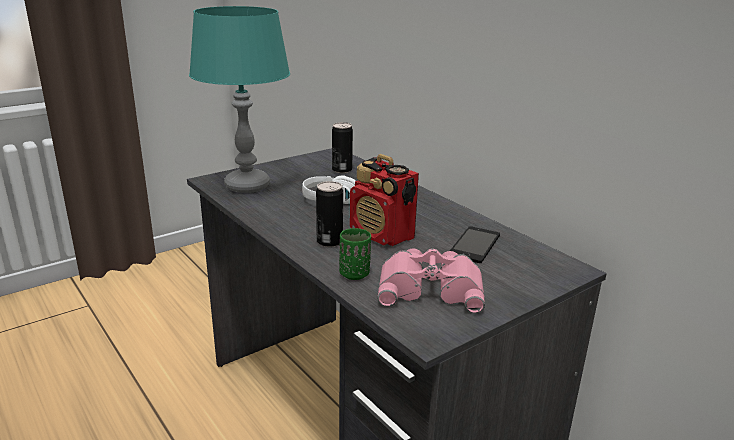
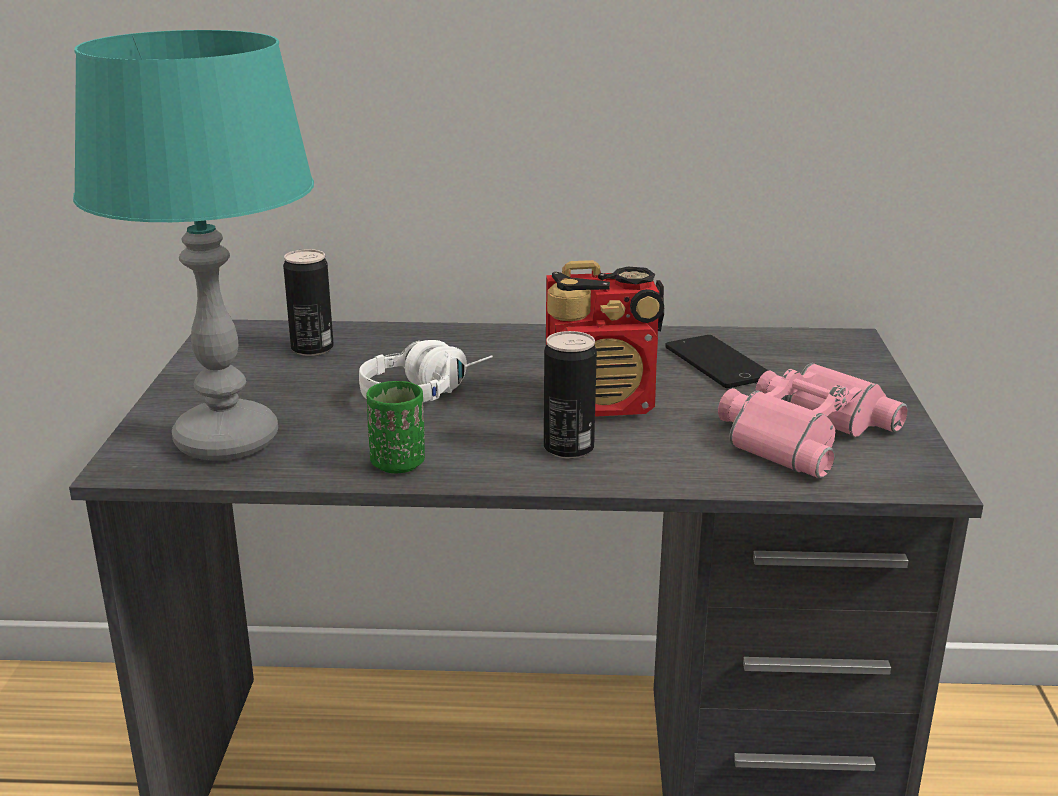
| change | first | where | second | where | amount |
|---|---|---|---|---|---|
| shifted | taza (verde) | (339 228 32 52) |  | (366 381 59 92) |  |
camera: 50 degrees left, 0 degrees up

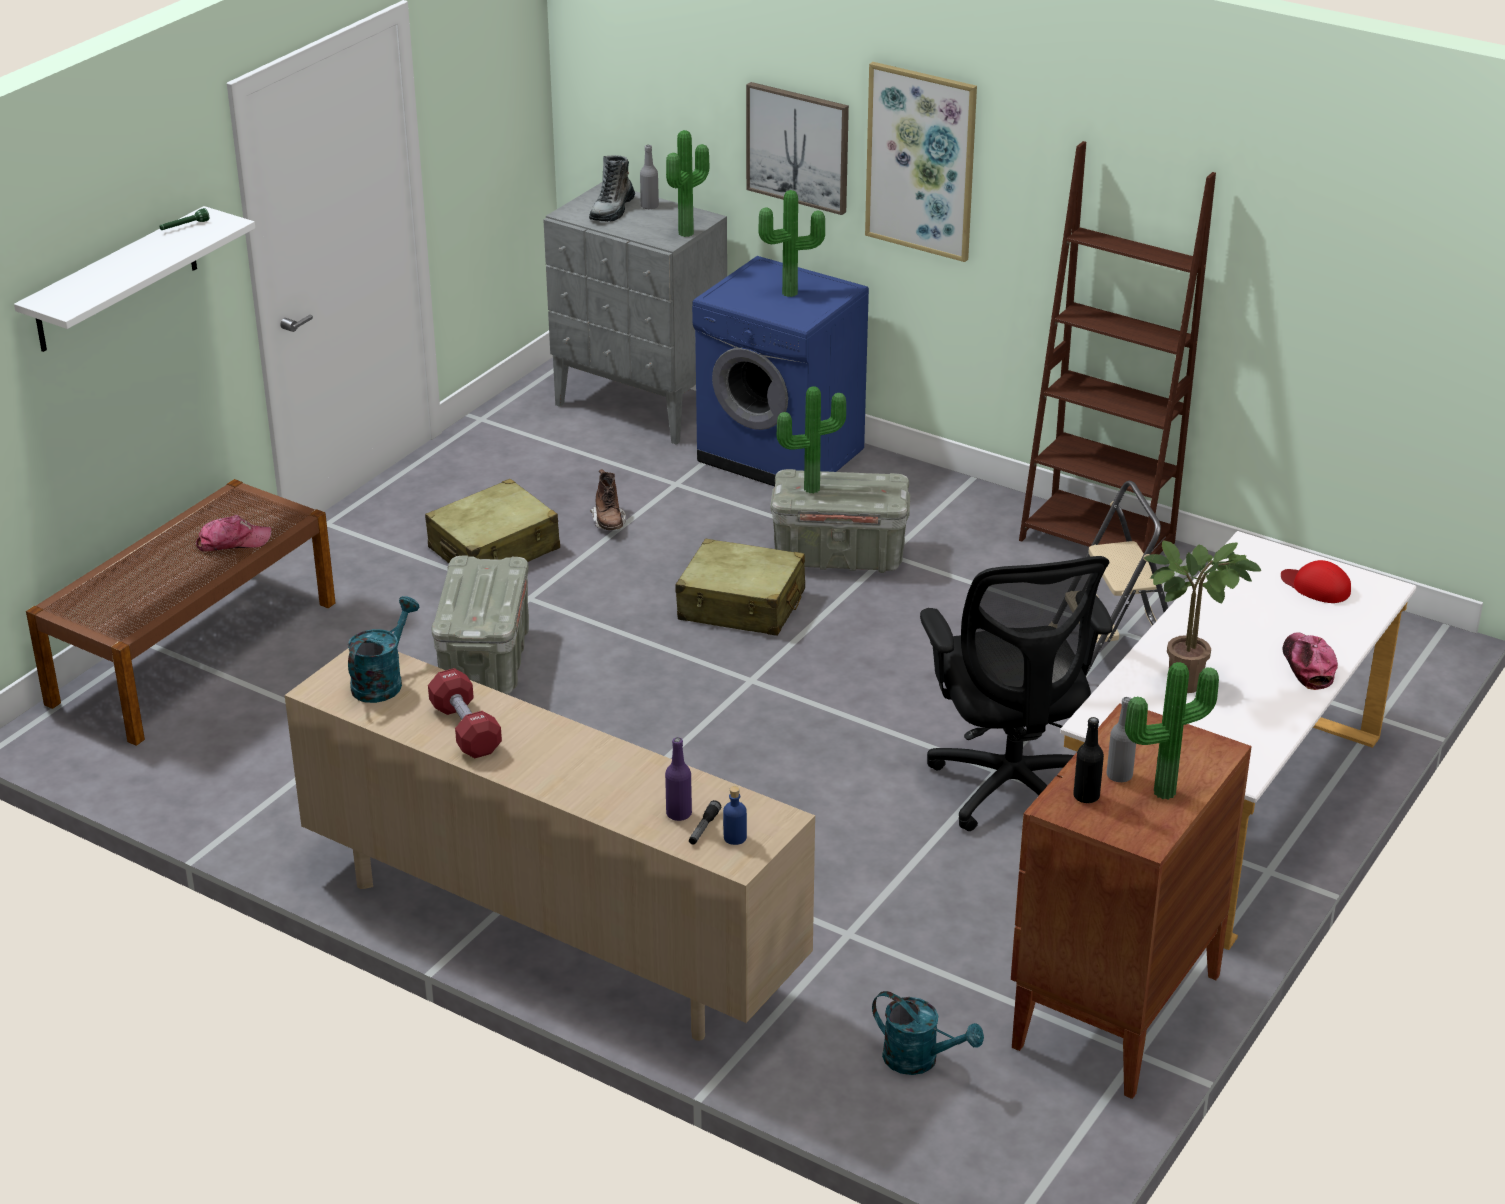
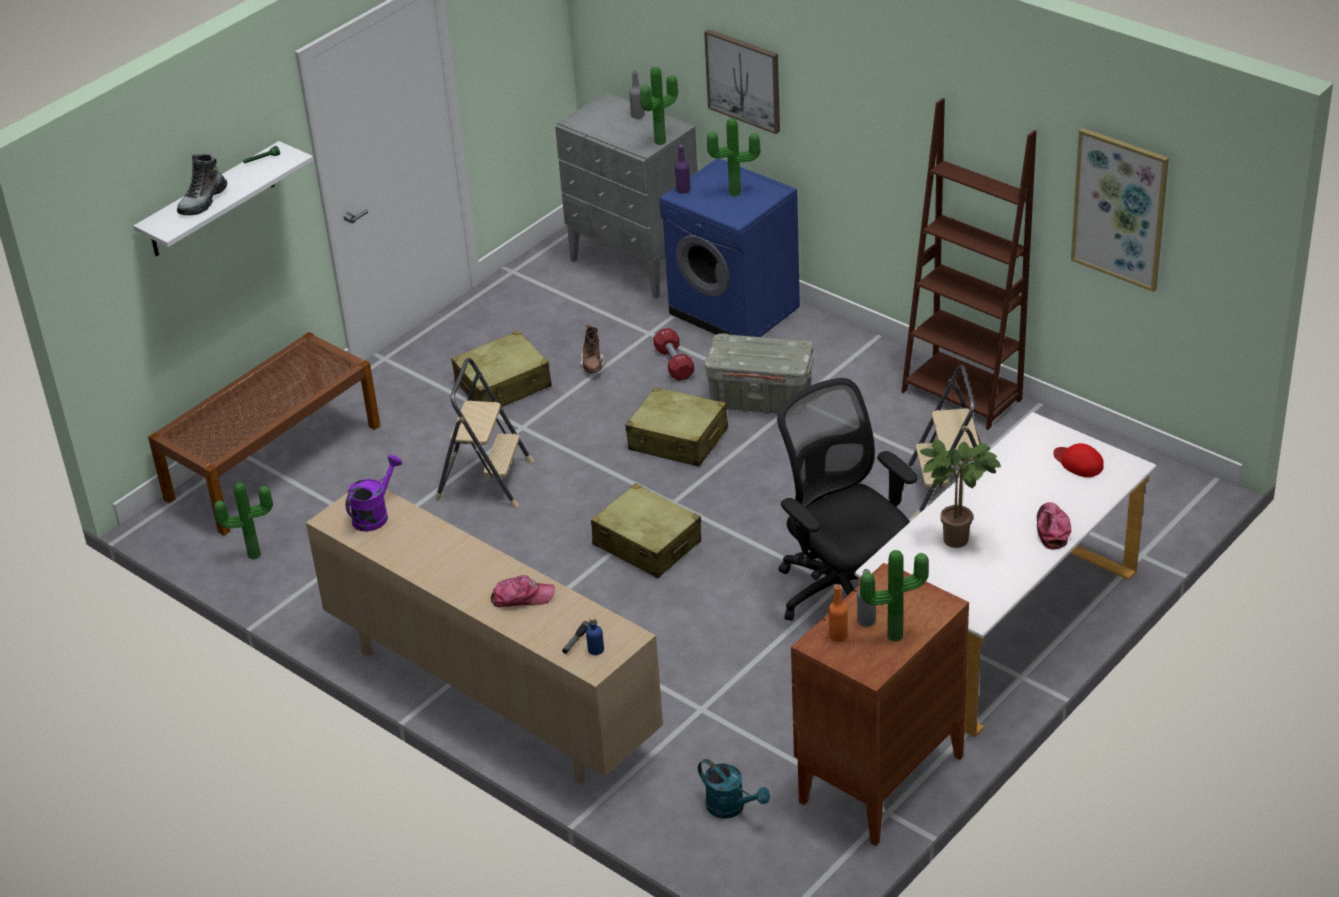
| change | first | where | second | where | amount |
|---|---|---|---|---|---|
| new |  |  | maleta (beis) | (591 483 110 95) |  |
| shifted | gorra | (196 515 76 37) |  | (491 575 64 32) |  |
| shifted | mancuerna (rojo) | (428 668 74 90) |  | (653 328 41 53) |  |
| shifted | bota | (589 155 46 67) |  | (177 154 50 61) |  |
| shifted | botella (morado) | (665 737 27 84) |  | (675 145 15 49) |  |
| shifted | planta en maceta | (777 386 69 107) |  | (214 483 59 77) |  |
| shifted | cuadro | (865 62 112 200) |  | (1071 128 98 164) |  |
| swapped | caja de almacenaje (gris) | (432 555 97 139) | escalera de tijera (beis) | (436 358 99 150) |  |
| repainted | regadera (turquesa) | (348 596 71 107) | regadera (morado) | (346 455 56 77) |  |
| repainted | botella (negro) | (1073 717 31 87) | botella (naranja) | (829 584 19 58) |  |
| rotated | silla de oficina (negro) | (920 556 192 275) |  | (777 378 141 242) | 150 degrees clockwise |
camera: 10 degrees right, 5 degrees up

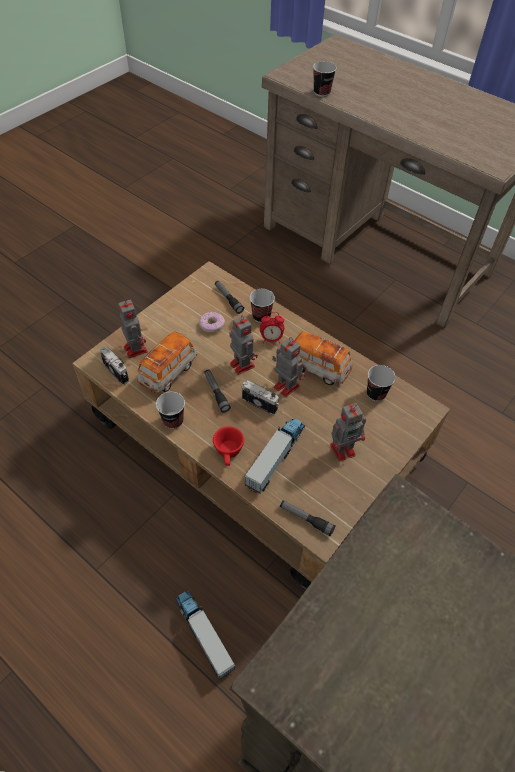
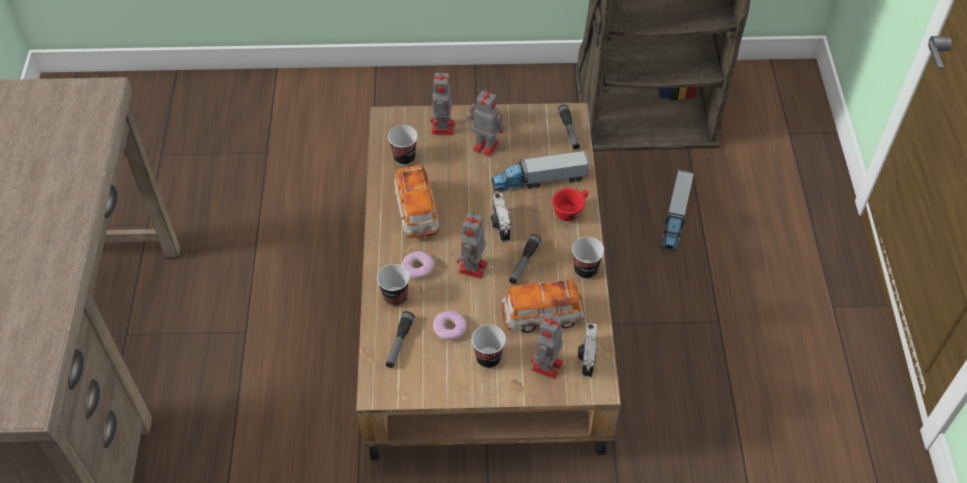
| change | first | where | second | where | amount |
|---|---|---|---|---|---|
| shifted | robot de juguete | (272 337 33 60) |  | (431 71 24 64) |  |
| shifted | taza | (313 61 23 36) |  | (472 325 34 43) |  |
| swapped | despertador | (260 312 24 31) | rosquilla | (402 251 32 29) |  |
camera: 130 degrees left, 0 degrees up

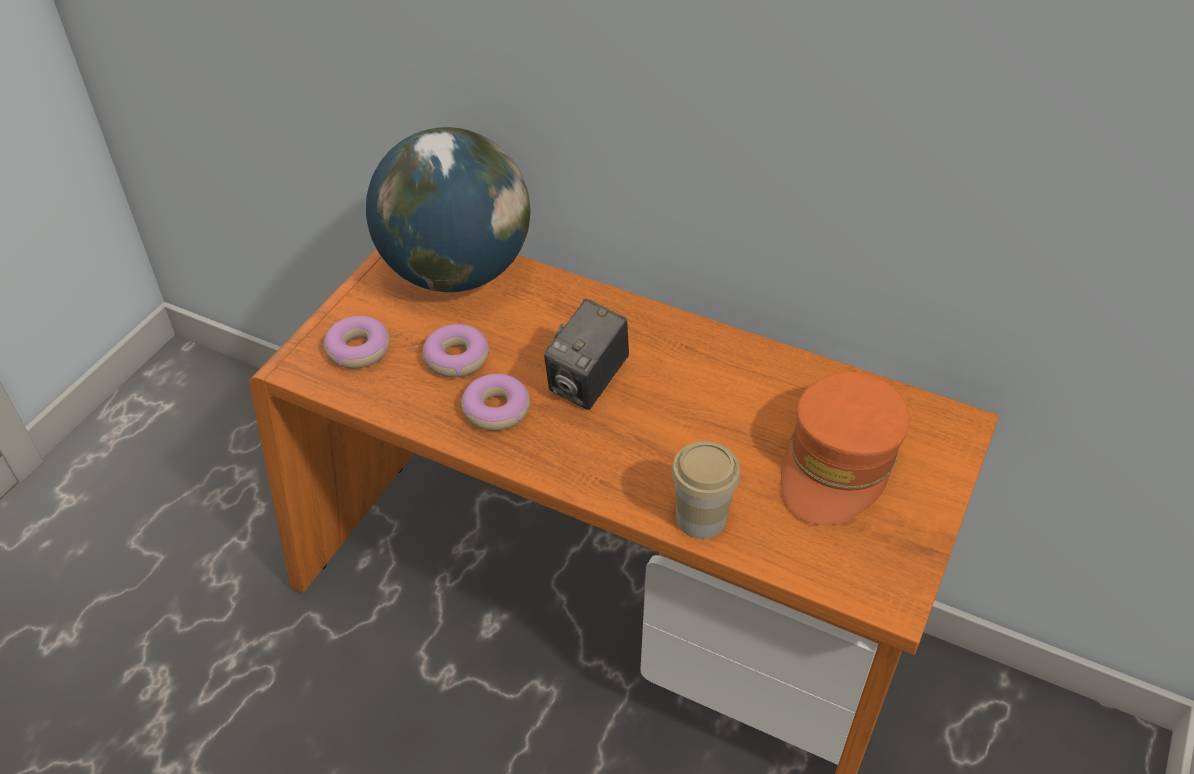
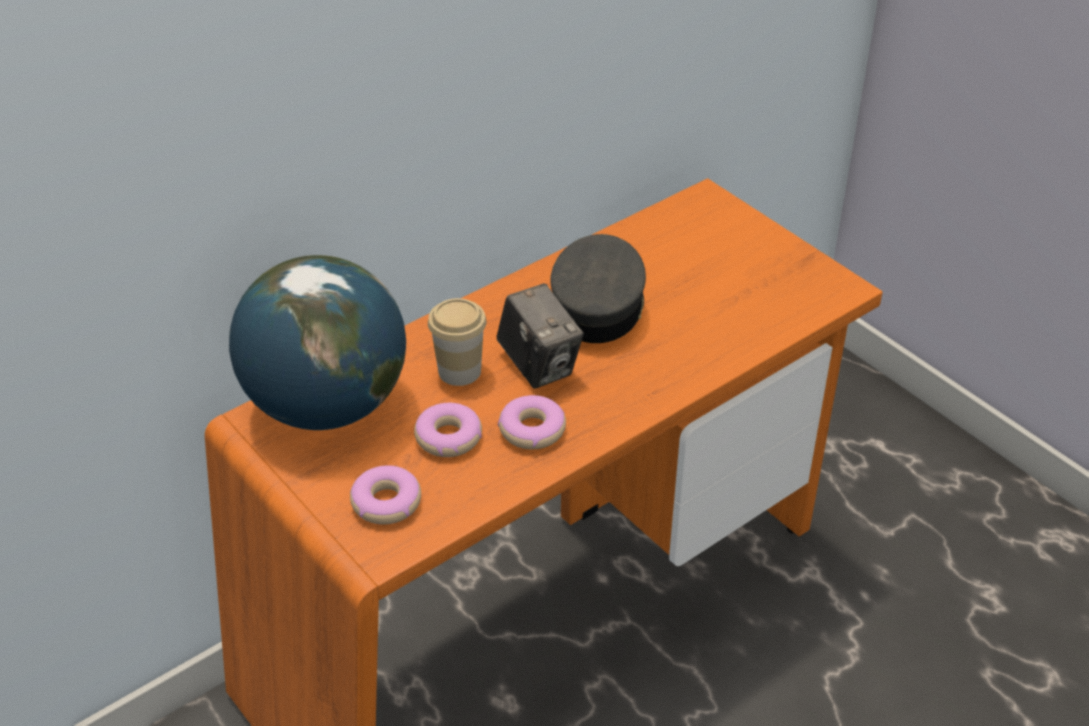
| change | first | where | second | where | amount |
|---|---|---|---|---|---|
| gone | gorra (naranja) | (781 372 129 154) |  |  |  |
| new |  |  | gorra (gris) | (551 234 95 109) |  |
| shifted | taza | (671 442 70 97) |  | (428 298 59 88) |  |
camera: 65 degrees left, 5 degrees down

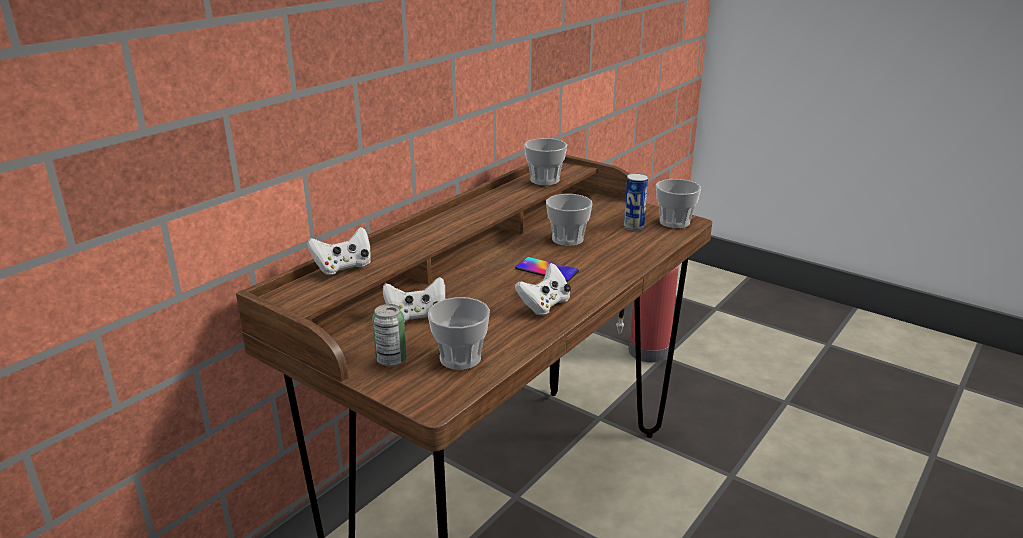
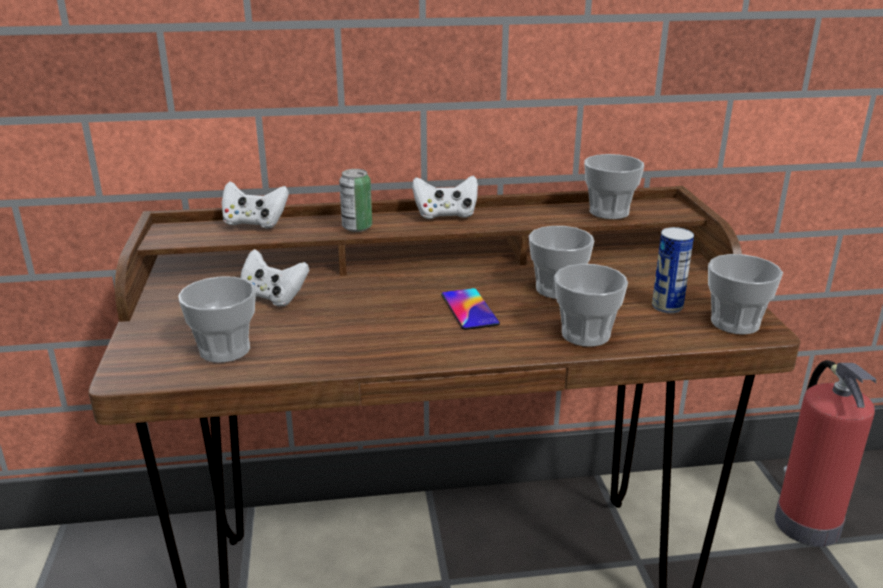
| change | first | where | second | where | amount |
|---|---|---|---|---|---|
| new |  |  | taza | (554 264 74 83) |  |
| shifted | lata | (372 304 35 63) |  | (339 169 33 63) |  |
| shifted | mando de consola (blanco) | (515 263 56 52) |  | (412 175 66 44) |  |
camera: 45 degrees right, 0 degrees up

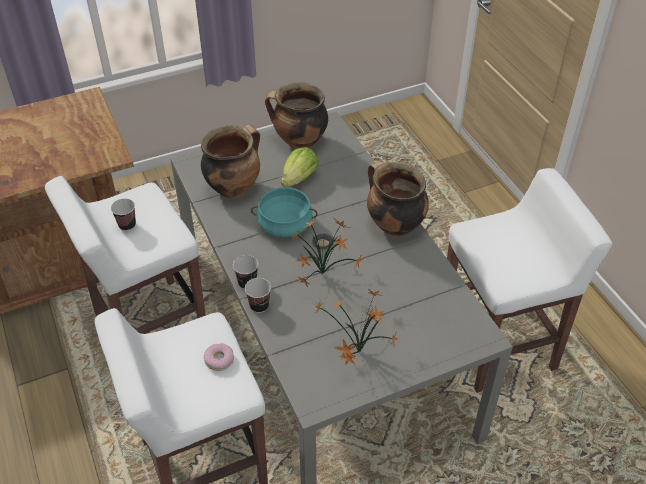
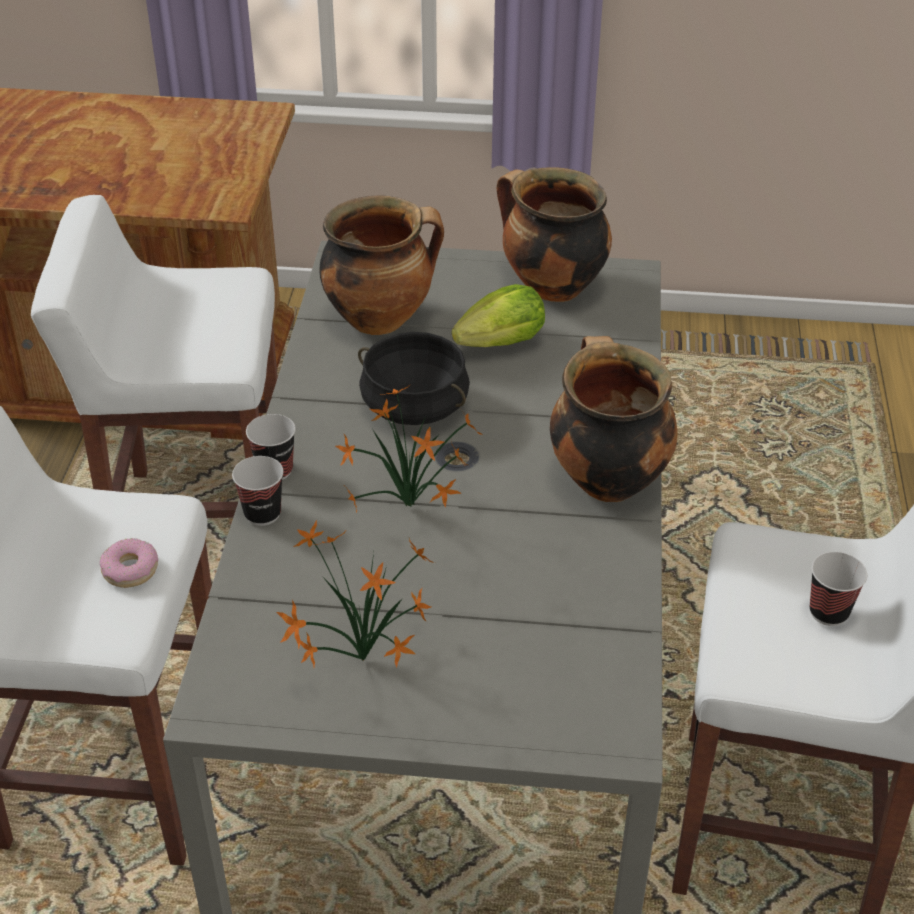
| change | first | where | second | where | amount |
|---|---|---|---|---|---|
| shifted | taza | (111 198 25 33) |  | (810 552 57 74) |  |
| repainted | olla (turquesa) | (251 187 67 50) | olla (negro) | (358 332 112 93) |  |
camera: 30 degrees right, 5 degrees down

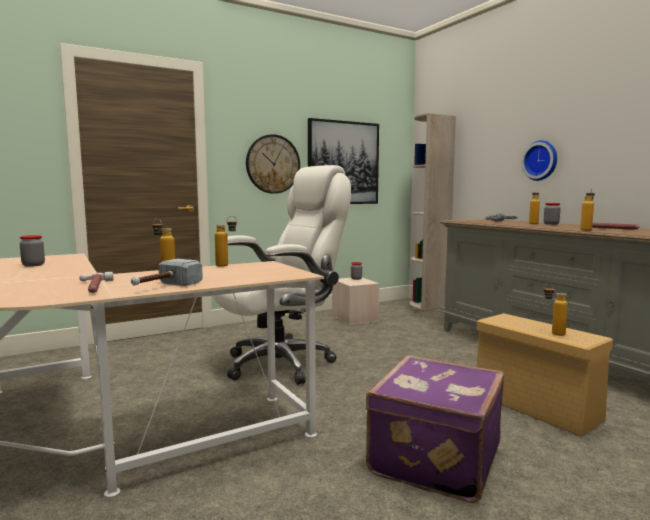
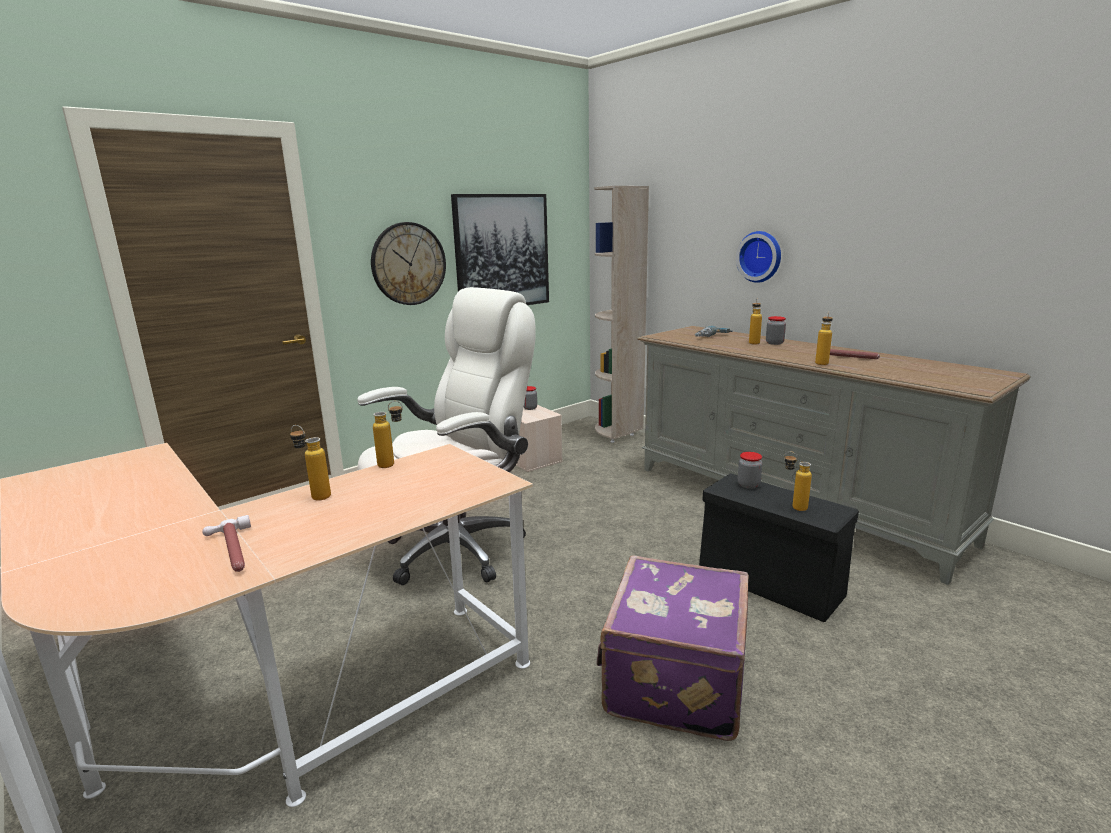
| change | first | where | second | where | amount |
|---|---|---|---|---|---|
| gone | martillo | (131 259 72 27) |  |  |  |
| shifted | tarro | (20 235 25 32) |  | (738 452 24 37) |  |
| repainted | caja de almacenaje (beis) | (476 313 137 123) | caja de almacenaje (negro) | (699 473 160 149) |  |
camera: 10 degrees left, 10 degrees up

